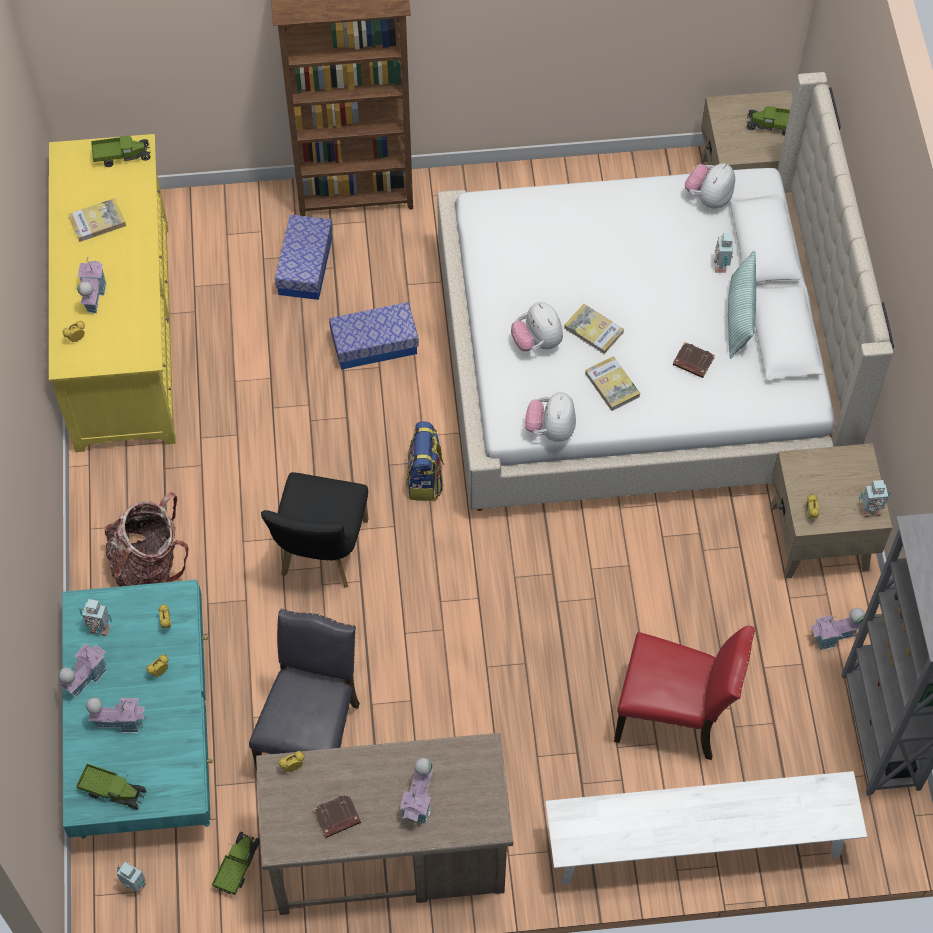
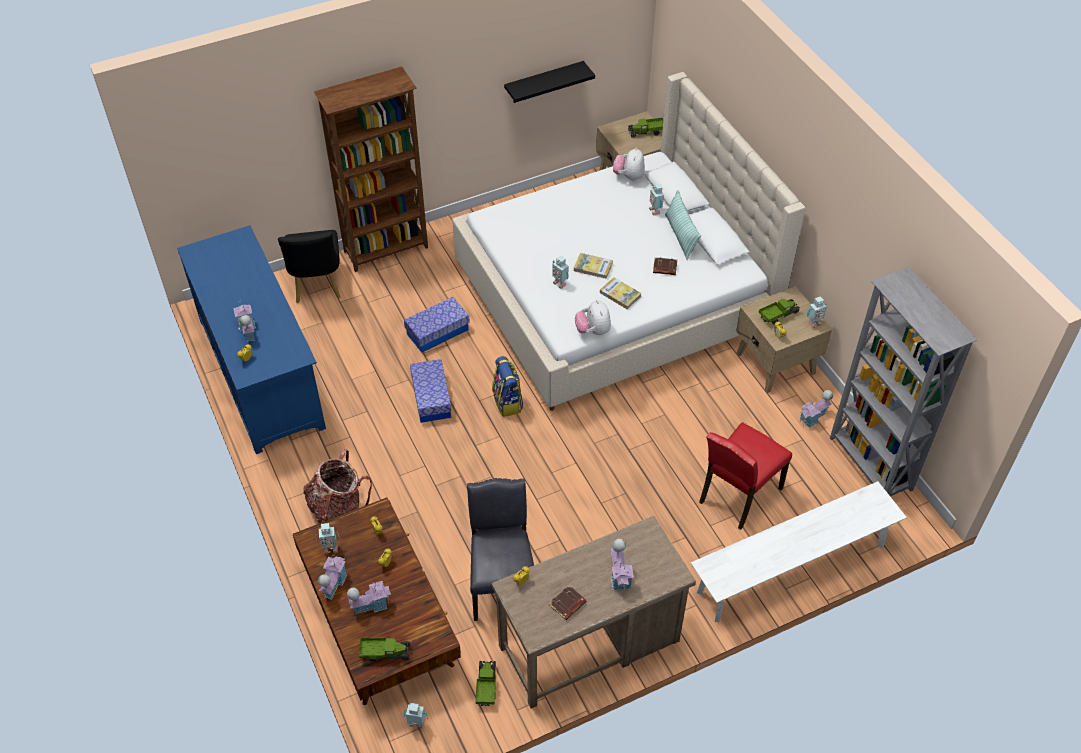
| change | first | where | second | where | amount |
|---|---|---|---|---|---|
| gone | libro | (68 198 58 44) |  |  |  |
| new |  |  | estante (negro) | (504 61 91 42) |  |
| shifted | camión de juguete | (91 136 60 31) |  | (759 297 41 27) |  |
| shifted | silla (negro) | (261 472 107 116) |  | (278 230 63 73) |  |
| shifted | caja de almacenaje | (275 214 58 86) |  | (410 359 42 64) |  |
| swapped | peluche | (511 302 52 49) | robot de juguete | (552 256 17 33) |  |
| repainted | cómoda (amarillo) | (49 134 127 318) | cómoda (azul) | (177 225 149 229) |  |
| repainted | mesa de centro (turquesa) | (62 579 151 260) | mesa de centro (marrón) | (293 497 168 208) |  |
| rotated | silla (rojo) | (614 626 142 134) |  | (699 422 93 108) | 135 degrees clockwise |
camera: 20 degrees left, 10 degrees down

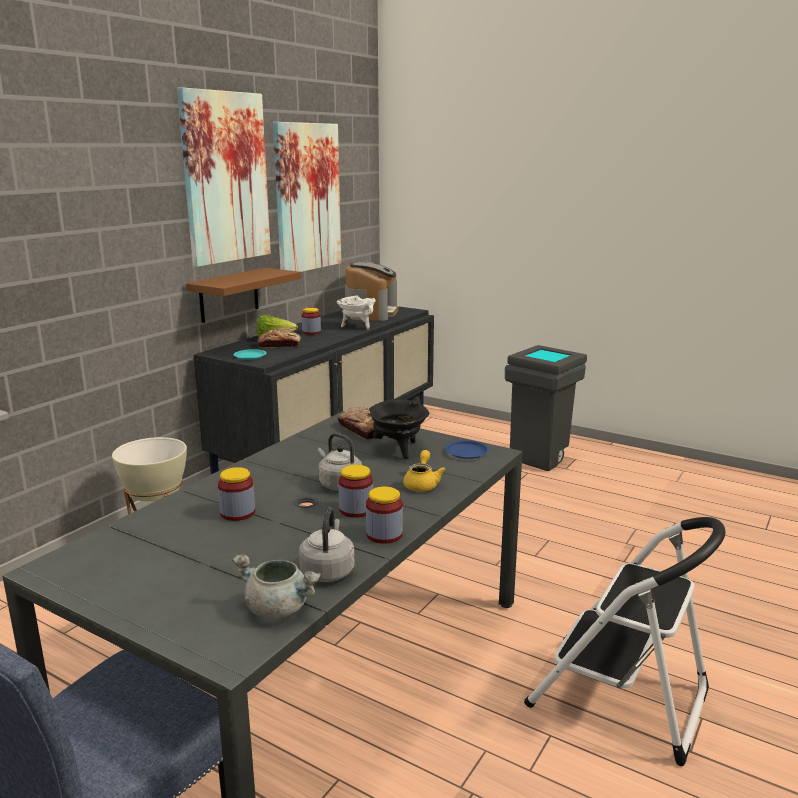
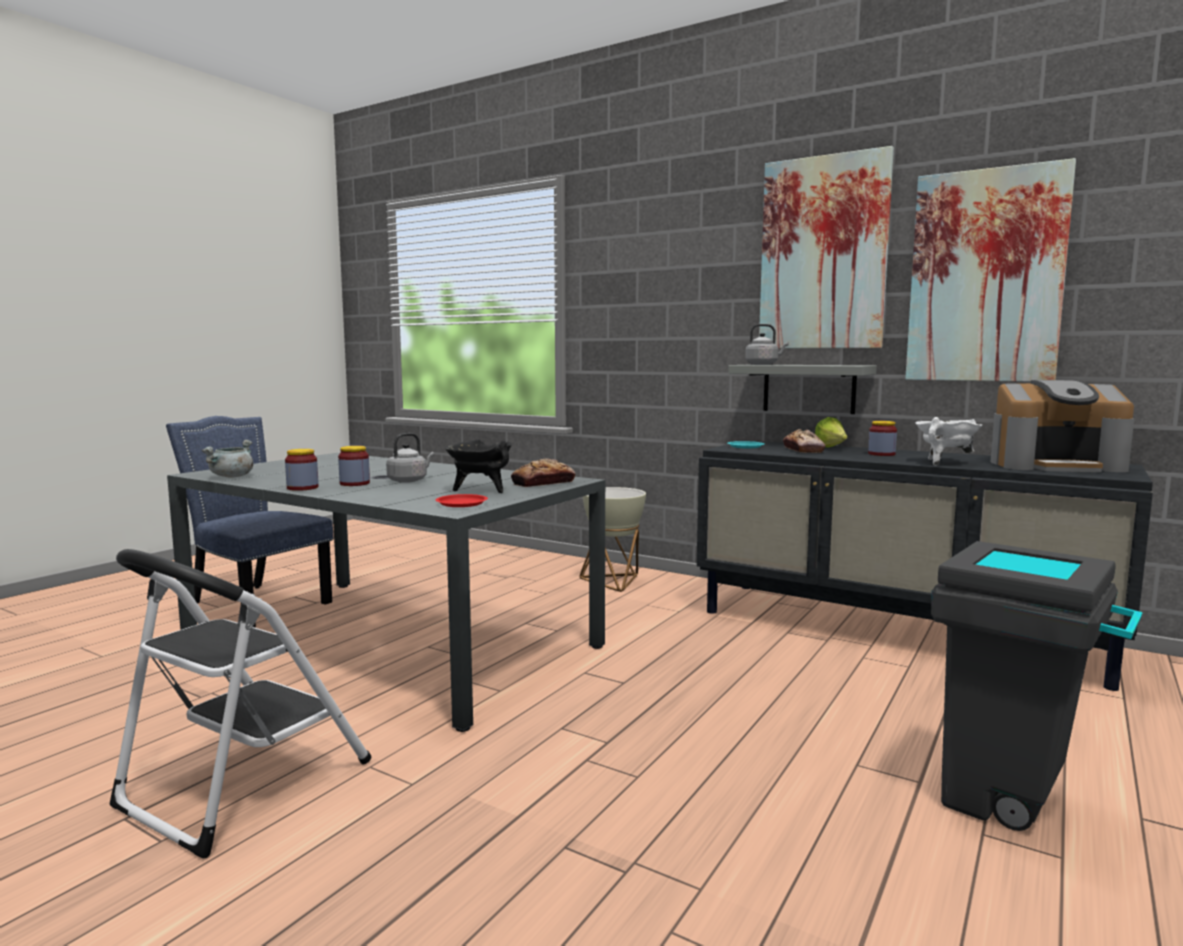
| change | first | where | second | where | amount |
|---|---|---|---|---|---|
| gone | tarro | (218 467 37 54) |  |  |  |
| gone | tetera (amarillo) | (403 450 43 42) |  |  |  |
| shifted | hervidor (gris) | (299 507 56 75) |  | (745 324 44 41) |  |
| repainted | estante (marrón) | (186 268 115 55) | estante (gris) | (728 365 149 49) |  |
| repainted | plato (azul) | (445 440 44 19) | plato (rojo) | (436 494 52 13) |  |
camera: 90 degrees right, 10 degrees down

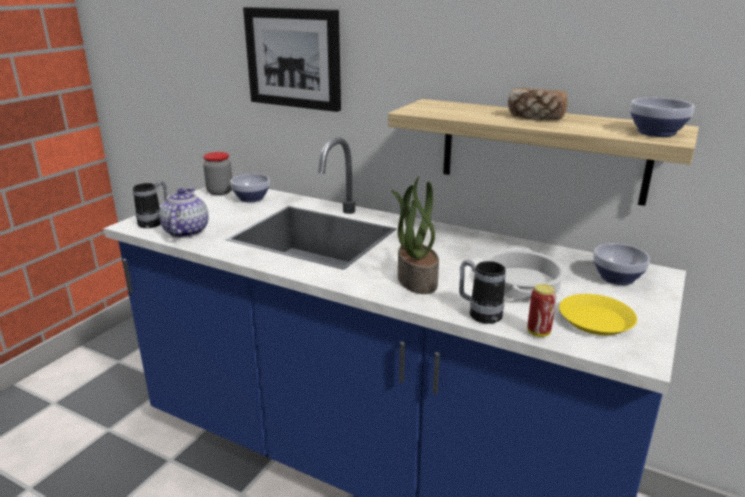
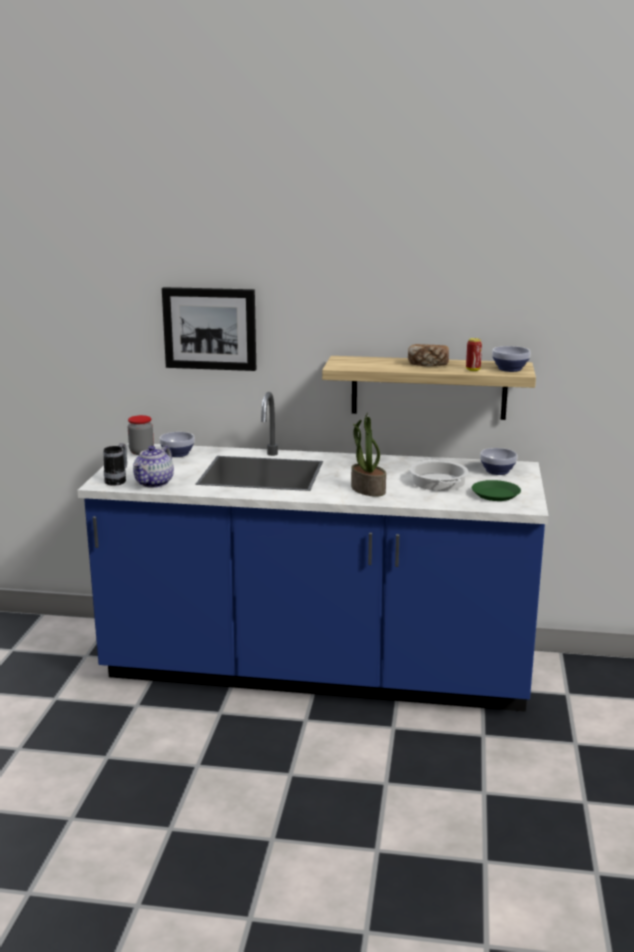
| change | first | where | second | where | amount |
|---|---|---|---|---|---|
| gone | taza grande | (459 260 47 64) |  |  |  |
| shifted | lata | (527 284 29 53) |  | (466 338 16 33) |  |
| repainted | plato (amarillo) | (559 294 78 41) | plato (verde) | (472 480 49 21) |  |
| rotated | tetera | (159 188 49 50) |  | (133 446 41 42) | 135 degrees counterclockwise |
camera: 20 degrees left, 5 degrees down

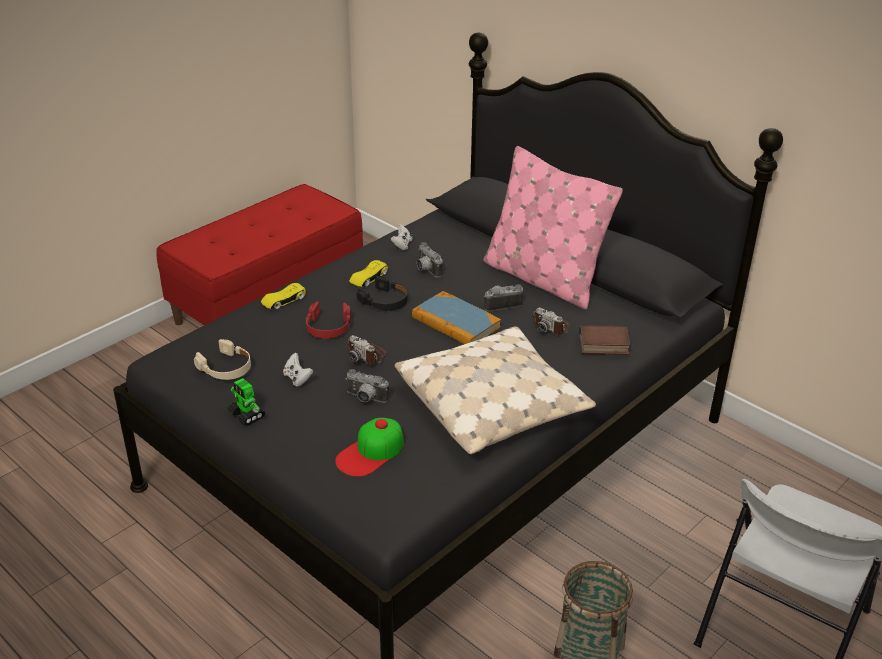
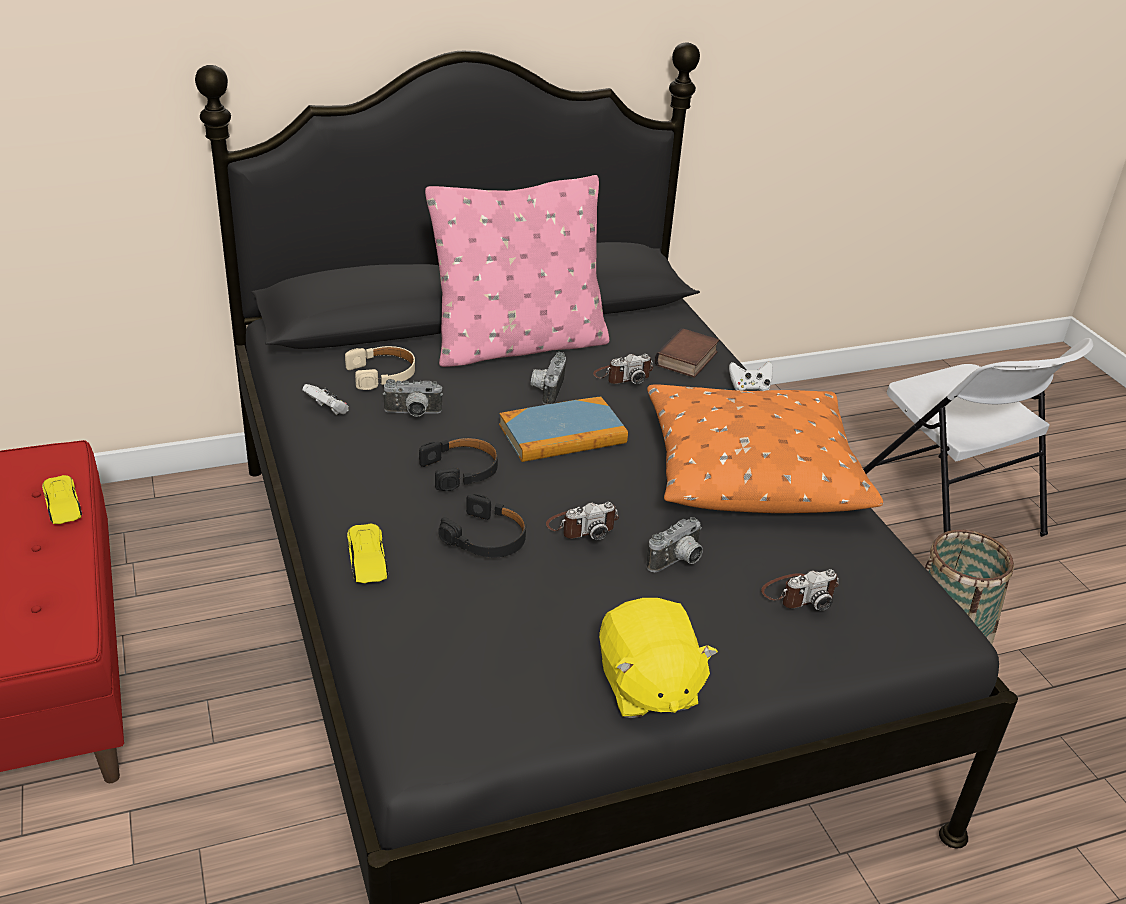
| change | first | where | second | where | amount |
|---|---|---|---|---|---|
| shifted | auriculares (beis) | (194 339 57 41) |  | (345 346 70 44) |  |
| shifted | mando de consola (blanco) | (283 353 30 34) |  | (729 361 44 30) |  |
| shifted | coche de juguete (amarillo) | (349 260 39 27) |  | (42 475 40 49) |  |
| swapped | robot de juguete | (227 378 38 48) | peluche (amarillo) | (599 598 119 120) |  |
| swapped | gorra | (335 418 69 59) | cámara | (761 569 78 42) |  |
| repainted | auriculares (rojo) | (305 302 45 37) | auriculares (negro) | (439 494 87 64) |  |
| repainted | cojín (beis) | (395 326 201 128) | cojín (naranja) | (647 384 236 129) |  |
camera: 65 degrees left, 0 degrees up

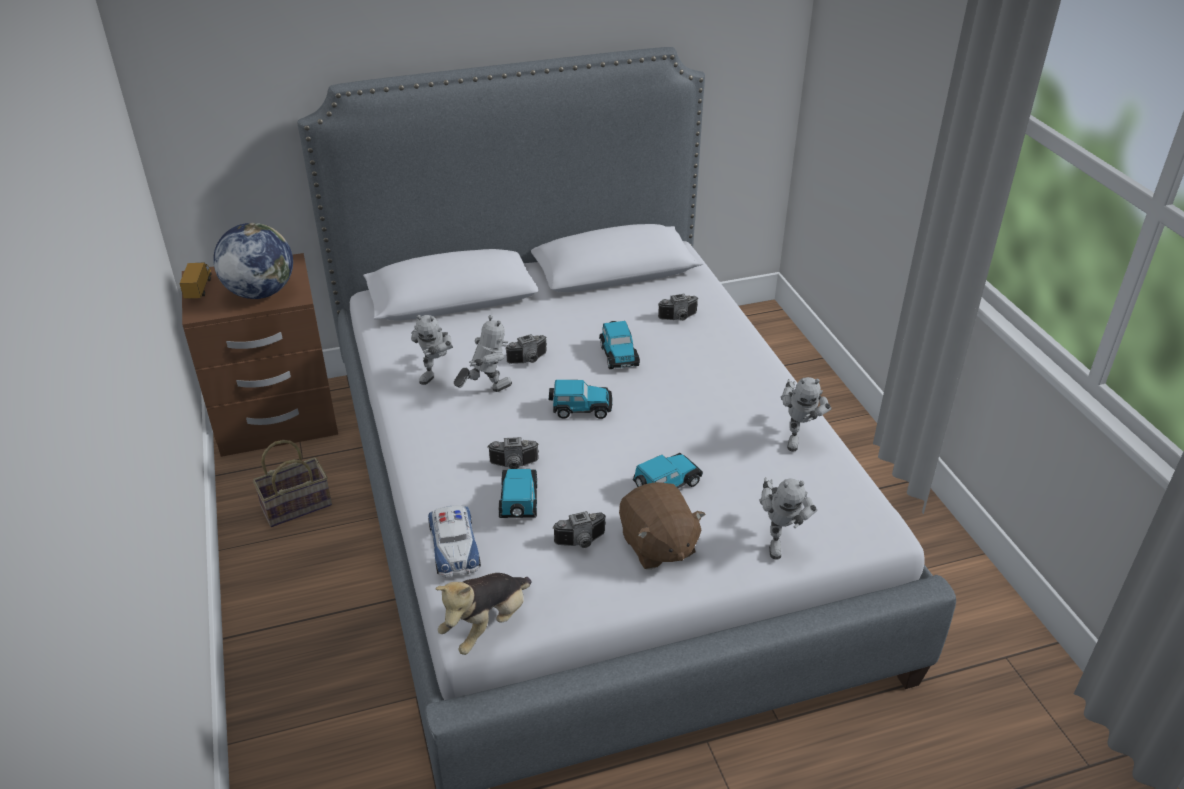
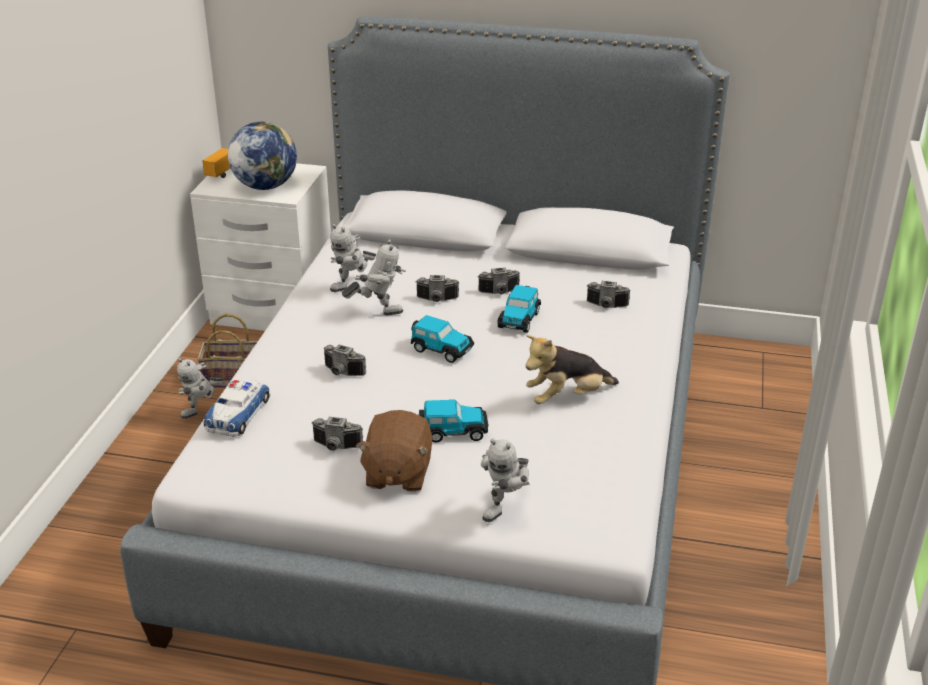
| change | first | where | second | where | amount |
|---|---|---|---|---|---|
| gone | coche de juguete | (499 469 38 49) |  |  |  |
| new |  |  | cámara | (478 268 42 26) |  |
| shifted | peluche | (436 573 95 82) |  | (525 335 94 69) |  |
| shifted | robot de juguete | (781 377 51 75) |  | (177 358 46 61) |  |
| repainted | mesita de noche (marrón) | (182 253 156 204) | mesita de noche (blanco) | (190 163 141 168) |  |
camera: 30 degrees right, 5 degrees down

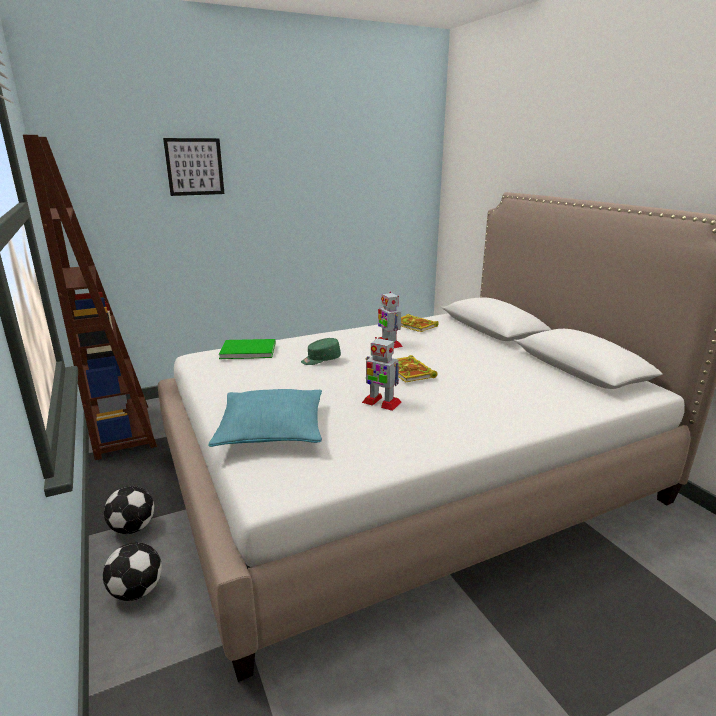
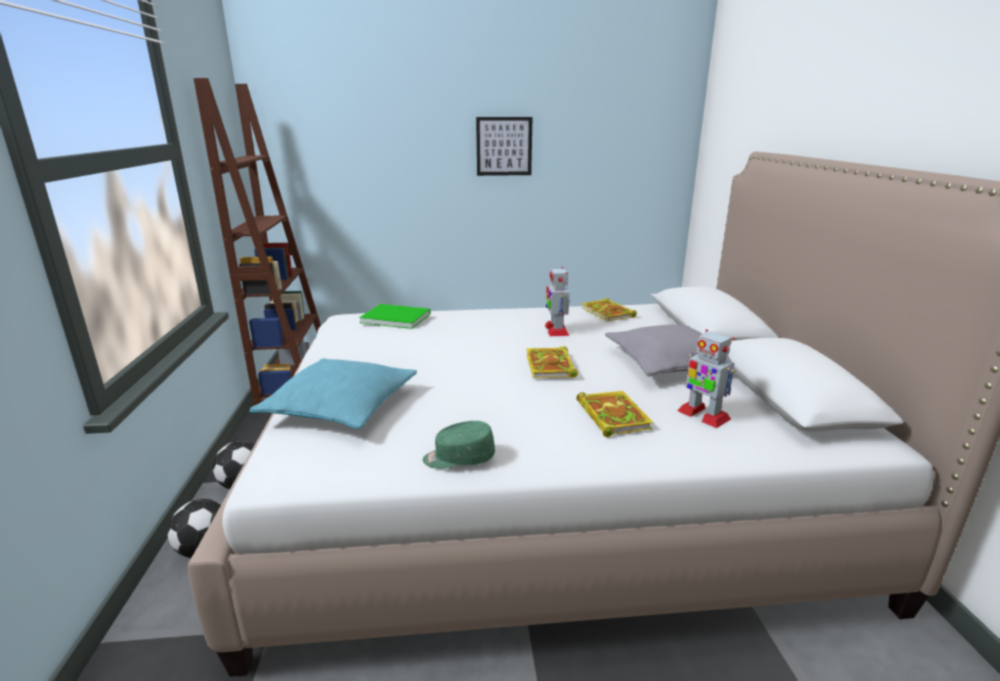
| change | first | where | second | where | amount |
|---|---|---|---|---|---|
| new |  |  | libro | (576 391 77 46) |  |
| new |  |  | cojín (gris) | (605 325 127 51) |  |
| shifted | cuadro | (163 138 61 58) |  | (476 117 57 59) |  |
| shifted | gorra (verde) | (301 338 40 27) |  | (423 421 72 48) |  |
| shifted | robot de juguete | (362 337 40 74) |  | (677 329 58 99) |  |
camera: 20 degrees right, 0 degrees up

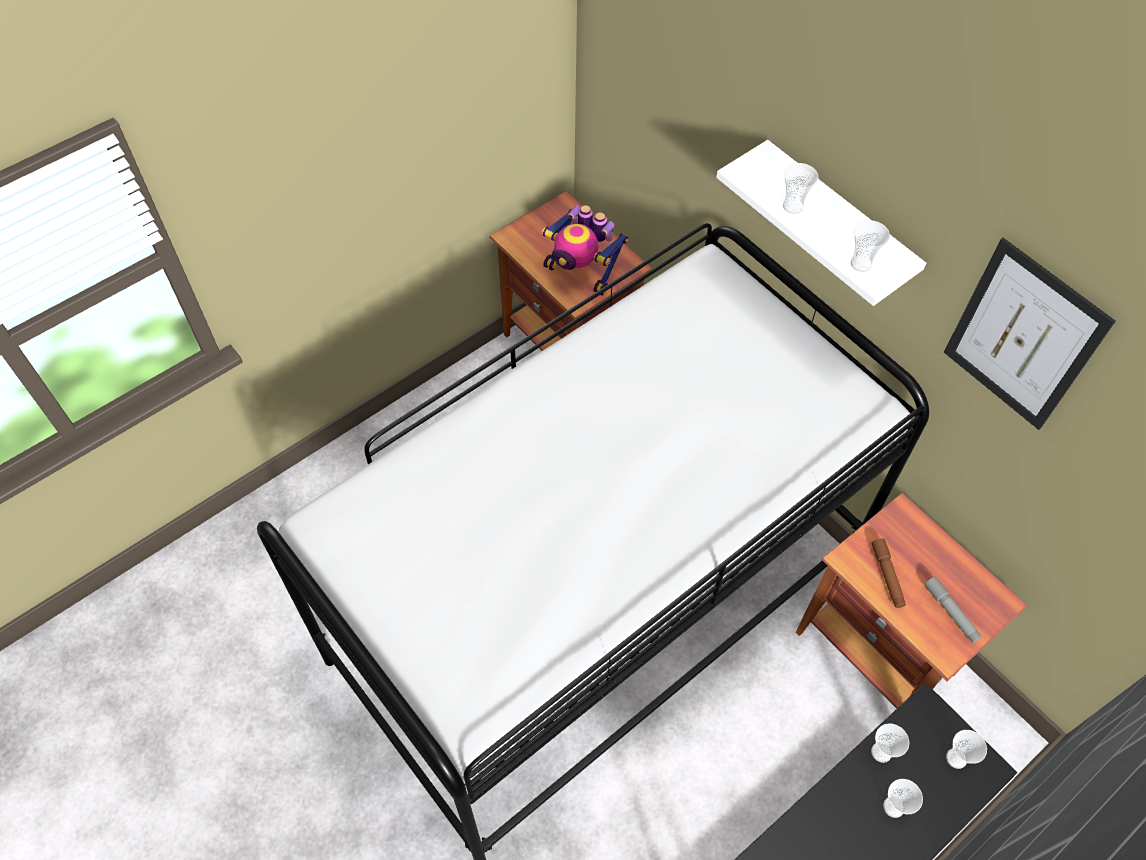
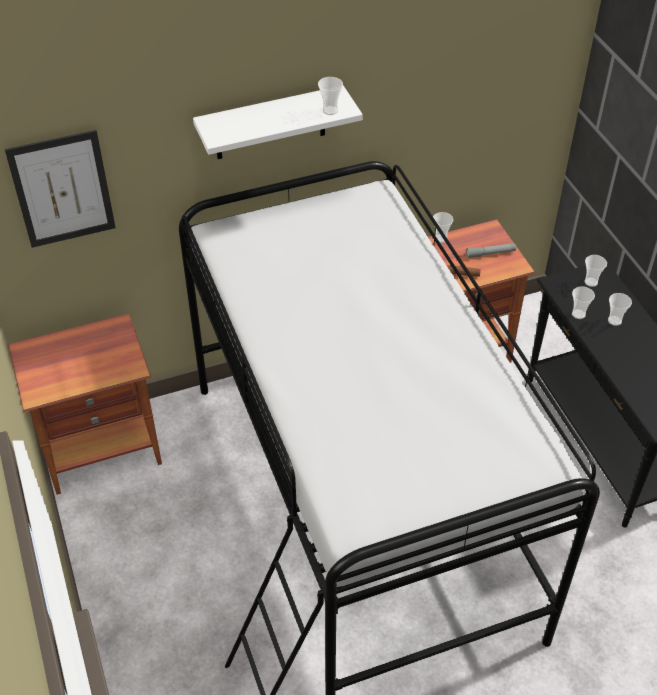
| change | first | where | second | where | amount |
|---|---|---|---|---|---|
| gone | robot de juguete | (542 205 86 91) |  |  |  |
| shifted | taza | (783 163 35 51) |  | (433 212 20 31) |  |
| shifted | cuadro | (944 238 172 192) |  | (5 130 111 118) |  |
camera: 70 degrees left, 10 degrees down

